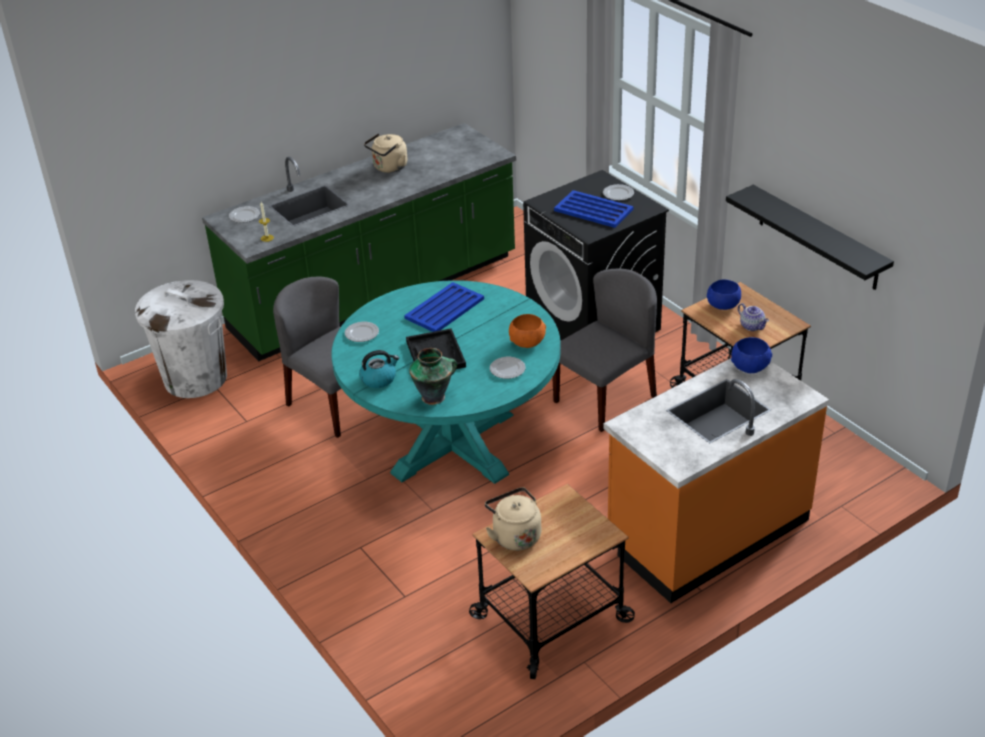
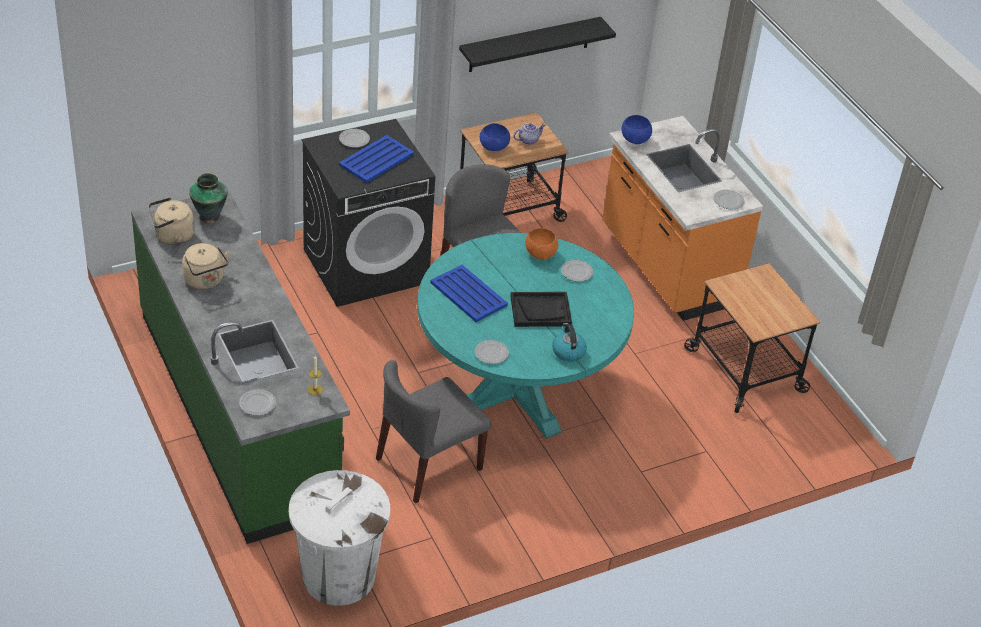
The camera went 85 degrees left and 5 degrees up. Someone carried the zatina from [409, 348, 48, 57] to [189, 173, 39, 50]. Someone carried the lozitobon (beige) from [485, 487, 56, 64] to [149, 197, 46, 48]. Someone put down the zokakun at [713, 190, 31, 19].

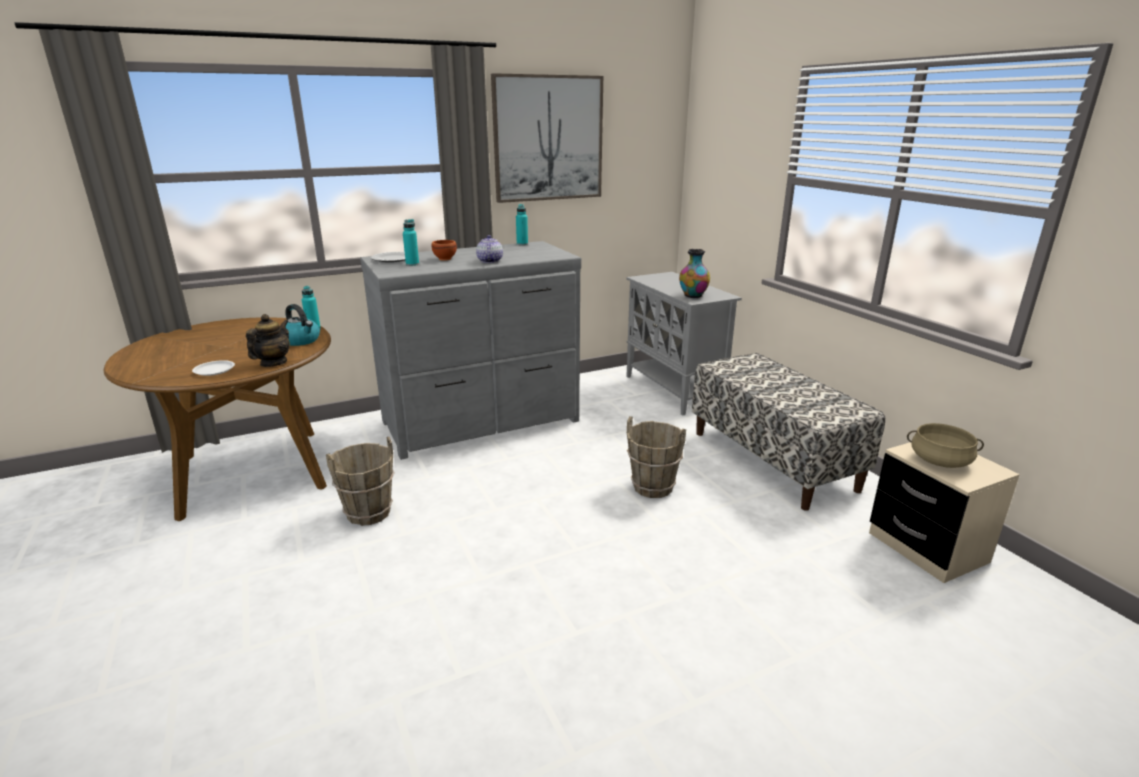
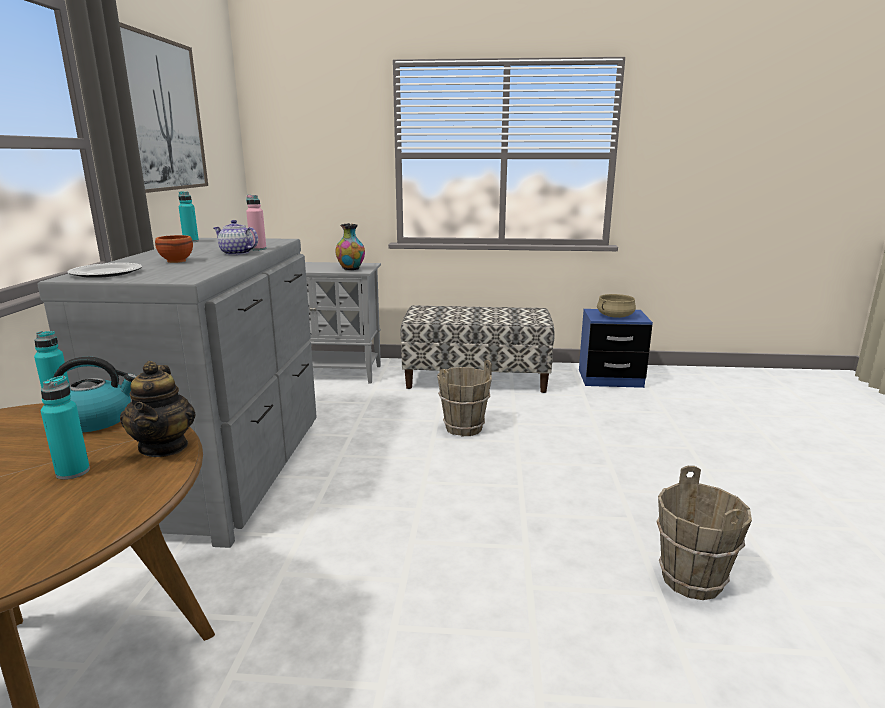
The camera went 60 degrees left and 5 degrees down. Someone took away the zokakun (white) at [192, 360, 43, 16]. Someone rotated the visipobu at [246, 314, 44, 53] by 150 degrees counterclockwise. Someone carried the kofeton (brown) from [326, 437, 69, 89] to [656, 466, 96, 134]. Someone carried the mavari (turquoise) from [403, 219, 16, 47] to [41, 376, 49, 104]. Someone repainted the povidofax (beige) at [869, 442, 151, 141], which became the povidofax (blue) at [579, 309, 74, 79]. Someone put down the mavari (pink) at [246, 195, 20, 55].

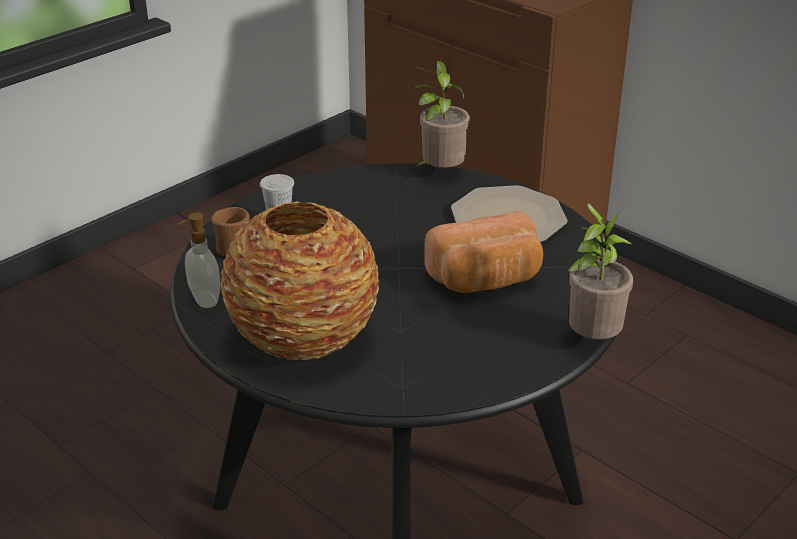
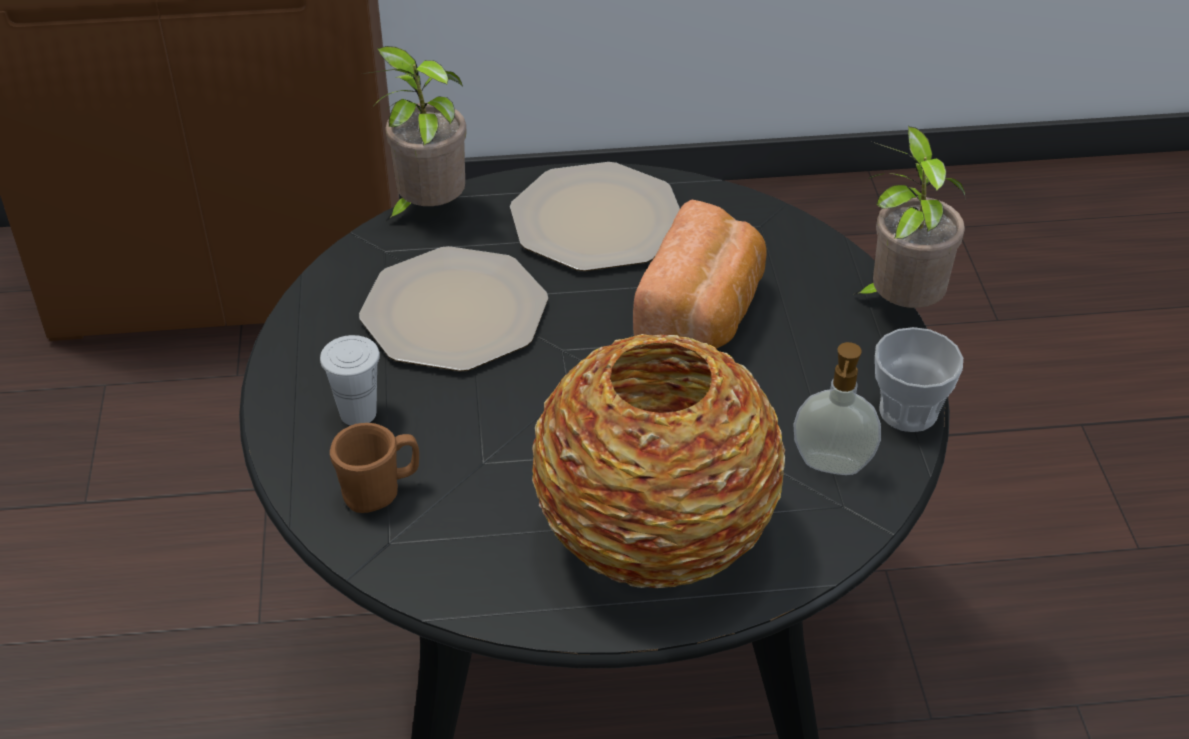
The camera went 50 degrees left and 10 degrees up. Someone carried the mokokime from [177, 212, 43, 96] to [794, 342, 87, 133]. Someone put down the zokakun at [359, 246, 189, 125]. Someone put down the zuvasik at [875, 327, 88, 105].

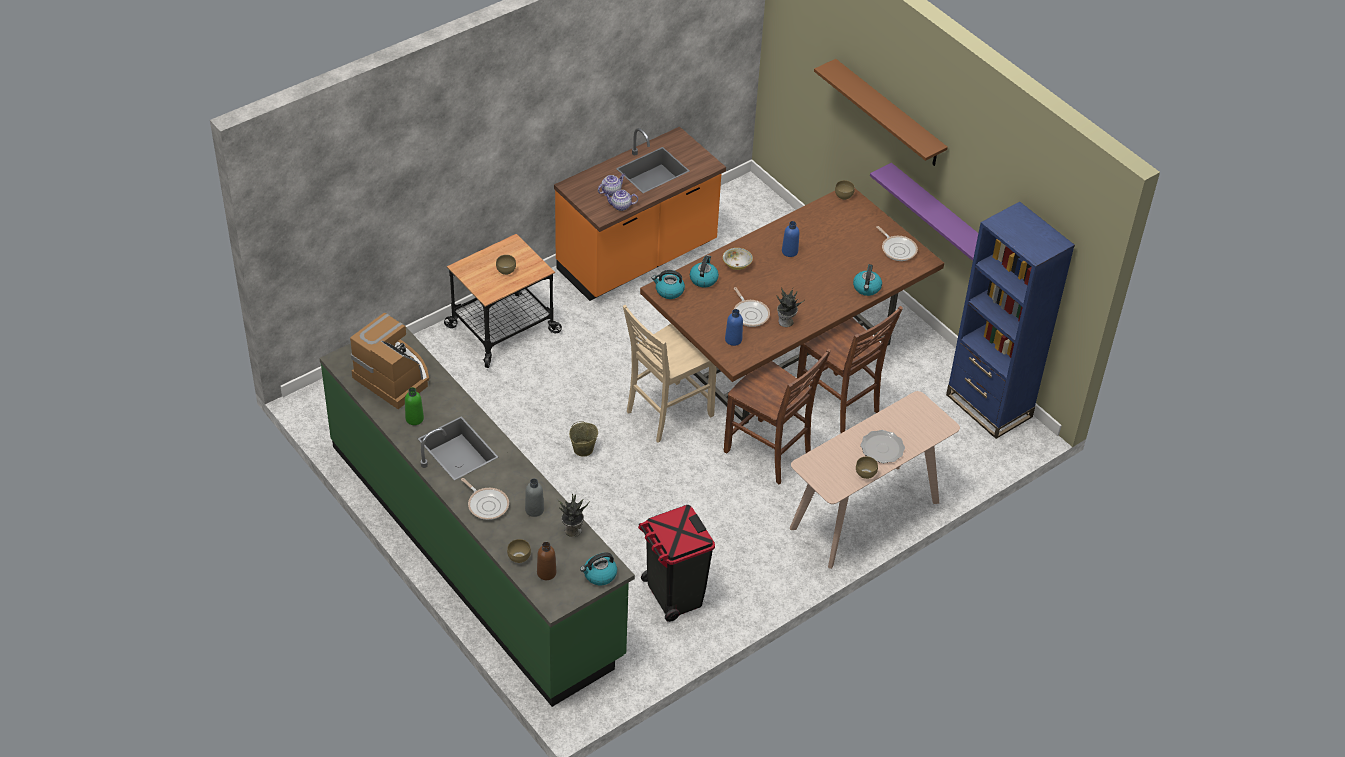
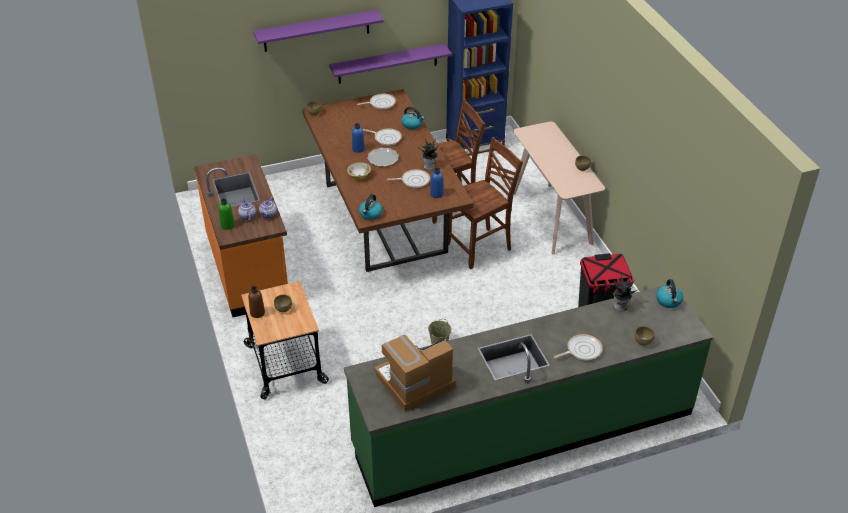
The camera went 70 degrees left and 5 degrees down. Someone carried the mavari (green) from [405, 387, 19, 38] to [219, 198, 16, 32]. Someone took away the mavari (grey) at [525, 478, 19, 39]. Someone carried the mavari (brown) from [537, 542, 19, 38] to [248, 286, 17, 32]. Someone took away the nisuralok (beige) at [623, 305, 94, 138]. Someone took away the lozitobon at [690, 255, 29, 32]. Someone repainted the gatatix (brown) at [814, 59, 134, 107], which became the gatatix (purple) at [253, 10, 131, 42]. Someone carried the zokakun from [861, 430, 44, 33] to [367, 148, 32, 19]. Someone put down the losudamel at [363, 128, 39, 18].

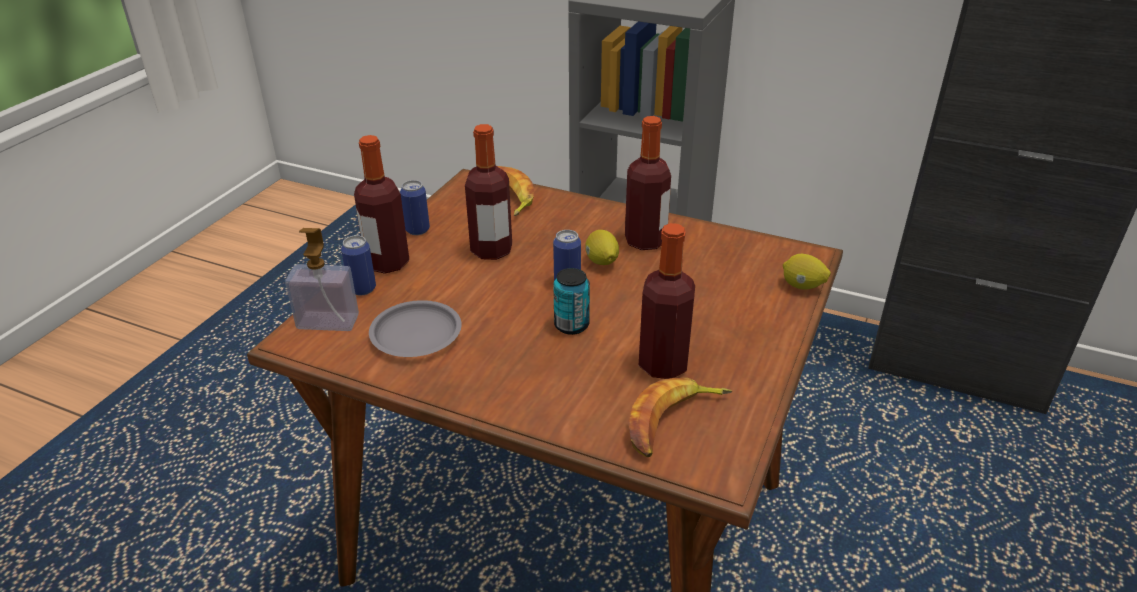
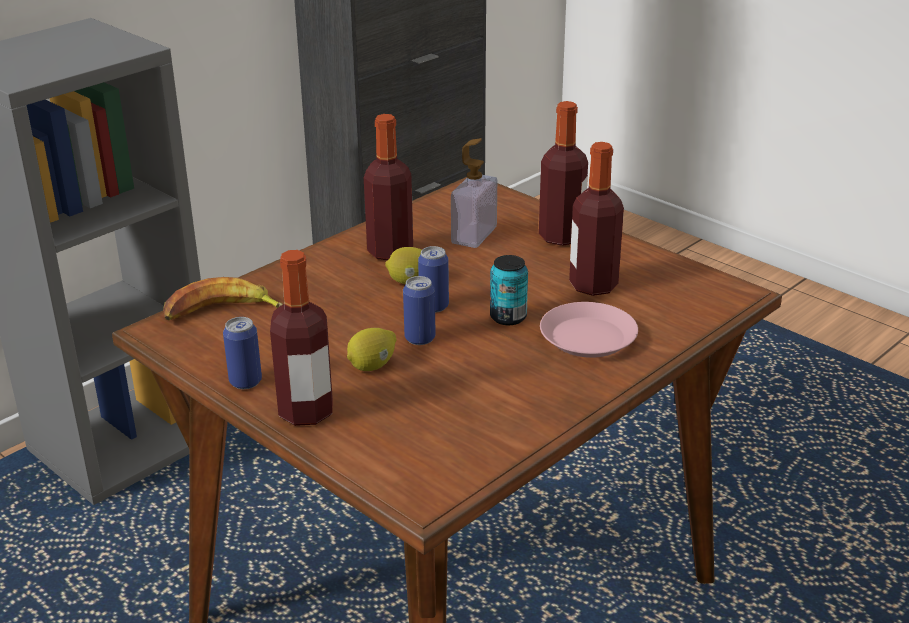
The camera went 70 degrees left and 5 degrees down. Someone carried the mokokime from [285, 228, 74, 103] to [451, 138, 46, 110]. Someone carried the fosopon from [341, 235, 35, 61] to [403, 276, 33, 69]. Someone took away the zokakun (grey) at [369, 300, 93, 57]. Someone carried the mavari from [465, 124, 47, 136] to [539, 101, 49, 145]. Someone took away the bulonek at [628, 378, 105, 79]. Someone carried the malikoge from [783, 254, 48, 36] to [347, 328, 50, 43]. Someone put down the zokakun (pink) at [540, 302, 98, 56].

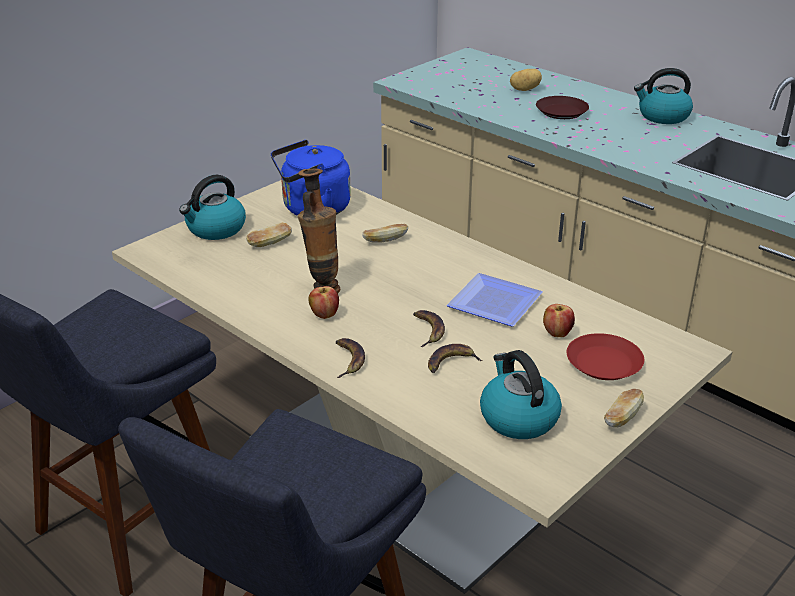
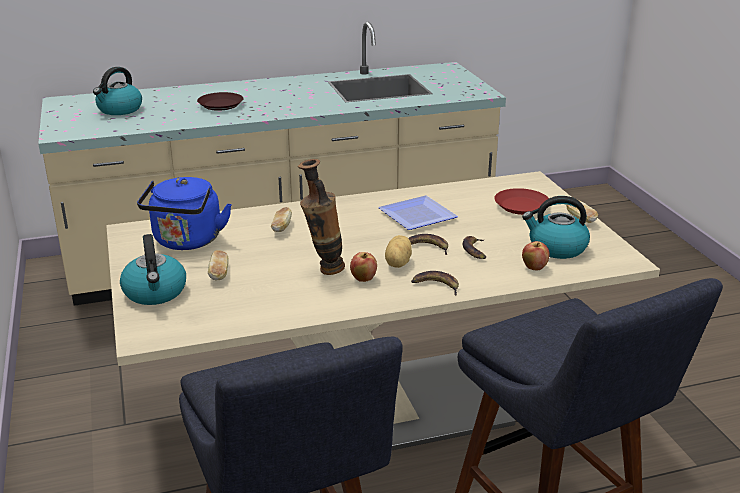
The camera went 60 degrees left and 5 degrees down. Someone carried the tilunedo from [510, 69, 32, 22] to [385, 235, 27, 33]. Someone carried the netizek from [543, 304, 32, 33] to [522, 241, 28, 29]. Someone carried the lozitobon from [634, 68, 59, 56] to [93, 67, 49, 48].

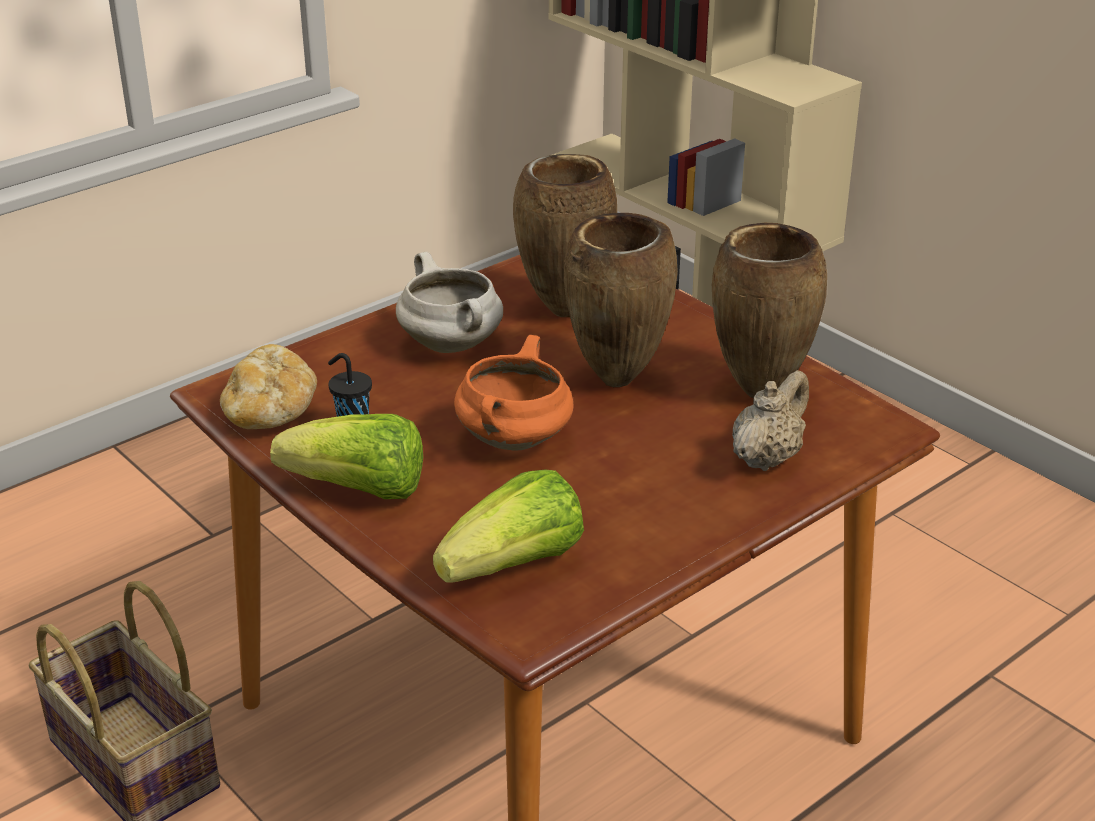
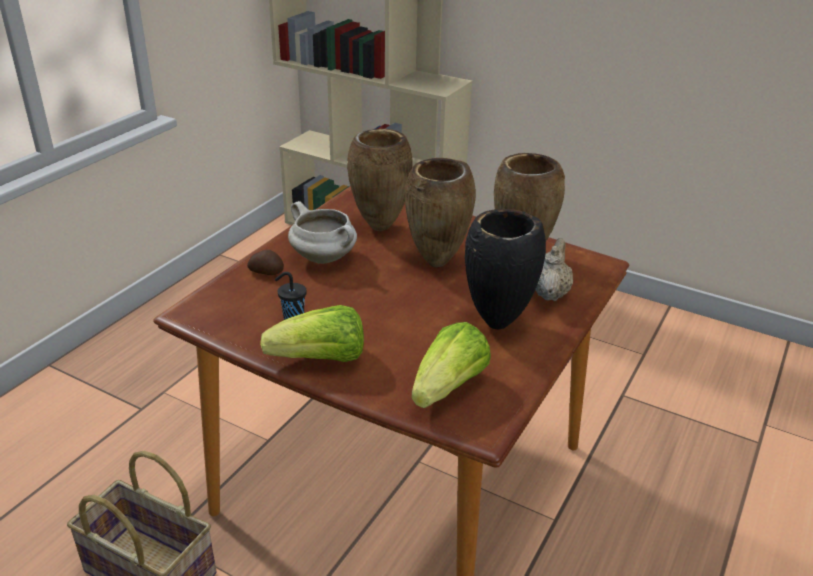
The camera went 20 degrees left and 0 degrees up. Someone took away the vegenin at [220, 344, 97, 85]. Someone took away the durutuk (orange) at [454, 335, 120, 116]. Someone put down the tilunedo at [247, 249, 37, 26]. Someone put down the zatina (black) at [465, 209, 81, 120].

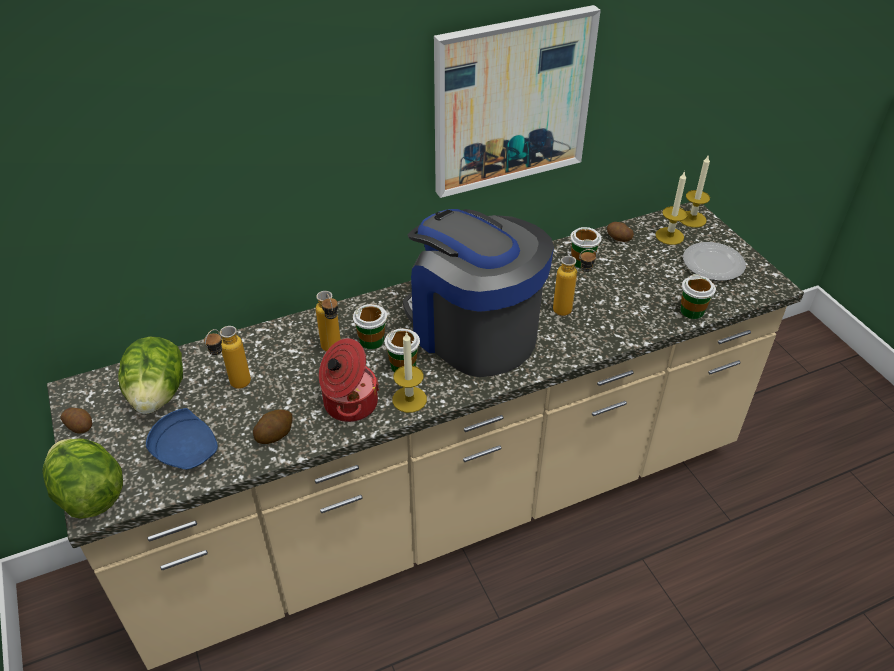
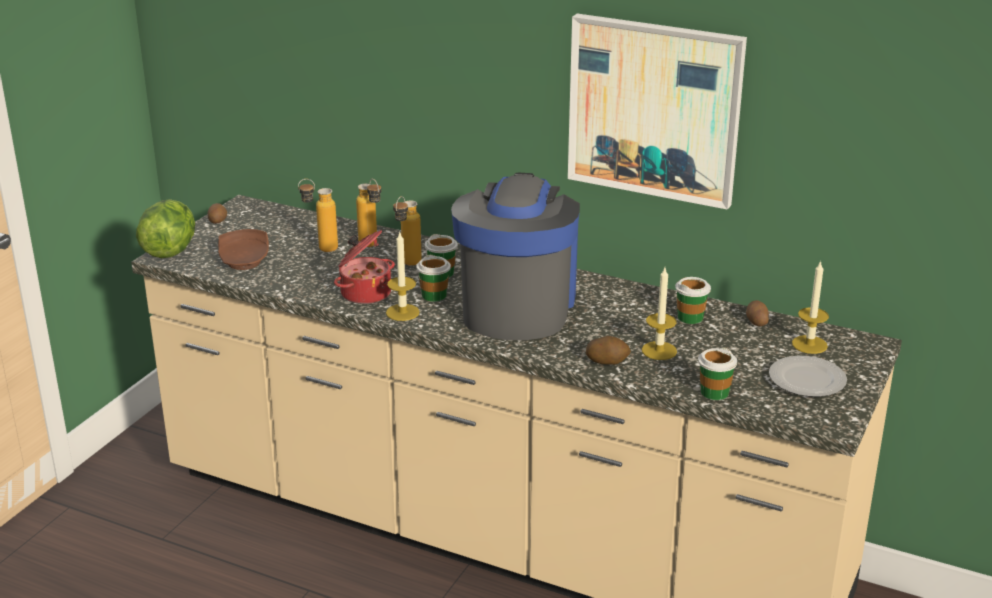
The camera went 50 degrees right and 15 degrees down. Someone took away the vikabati at [118, 337, 65, 77]. Someone repainted the zokakun (blue) at [146, 408, 72, 62], which became the zokakun (brown) at [218, 229, 51, 41]. Someone carried the tilunedo from [253, 409, 40, 35] to [586, 336, 45, 29]. Someone carried the mavari from [553, 249, 44, 67] to [356, 179, 25, 68]. Someone carried the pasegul from [680, 154, 30, 74] to [642, 268, 35, 92].

